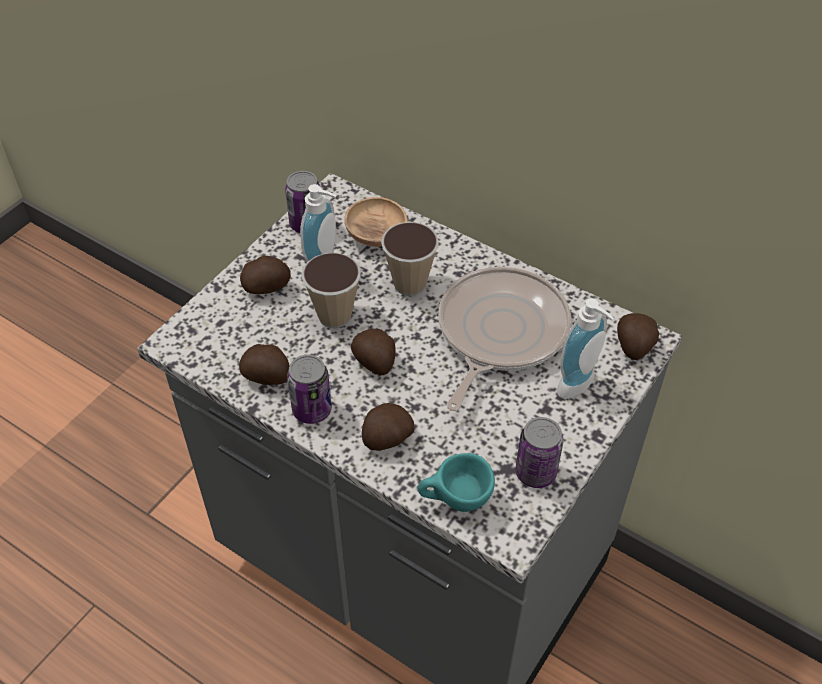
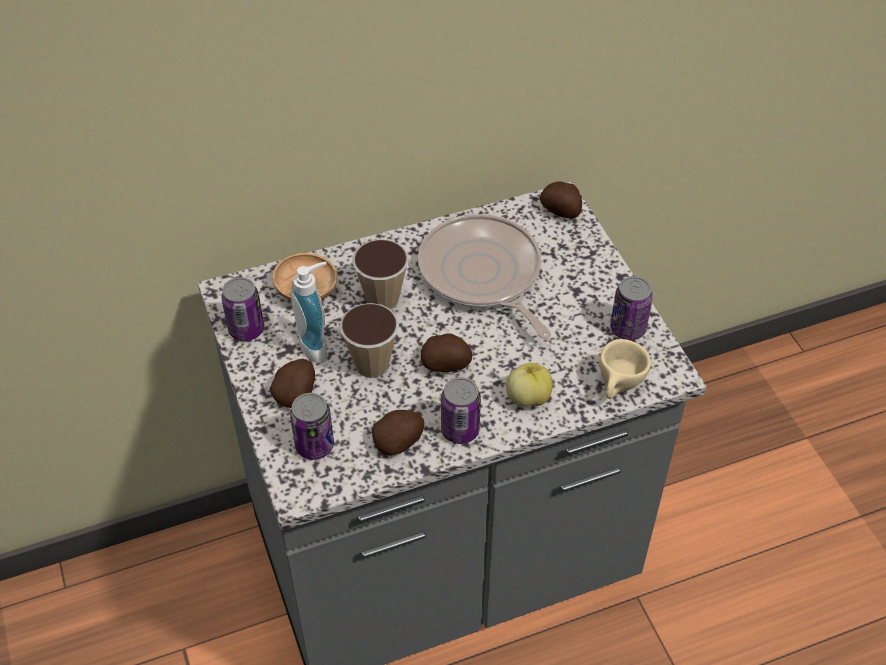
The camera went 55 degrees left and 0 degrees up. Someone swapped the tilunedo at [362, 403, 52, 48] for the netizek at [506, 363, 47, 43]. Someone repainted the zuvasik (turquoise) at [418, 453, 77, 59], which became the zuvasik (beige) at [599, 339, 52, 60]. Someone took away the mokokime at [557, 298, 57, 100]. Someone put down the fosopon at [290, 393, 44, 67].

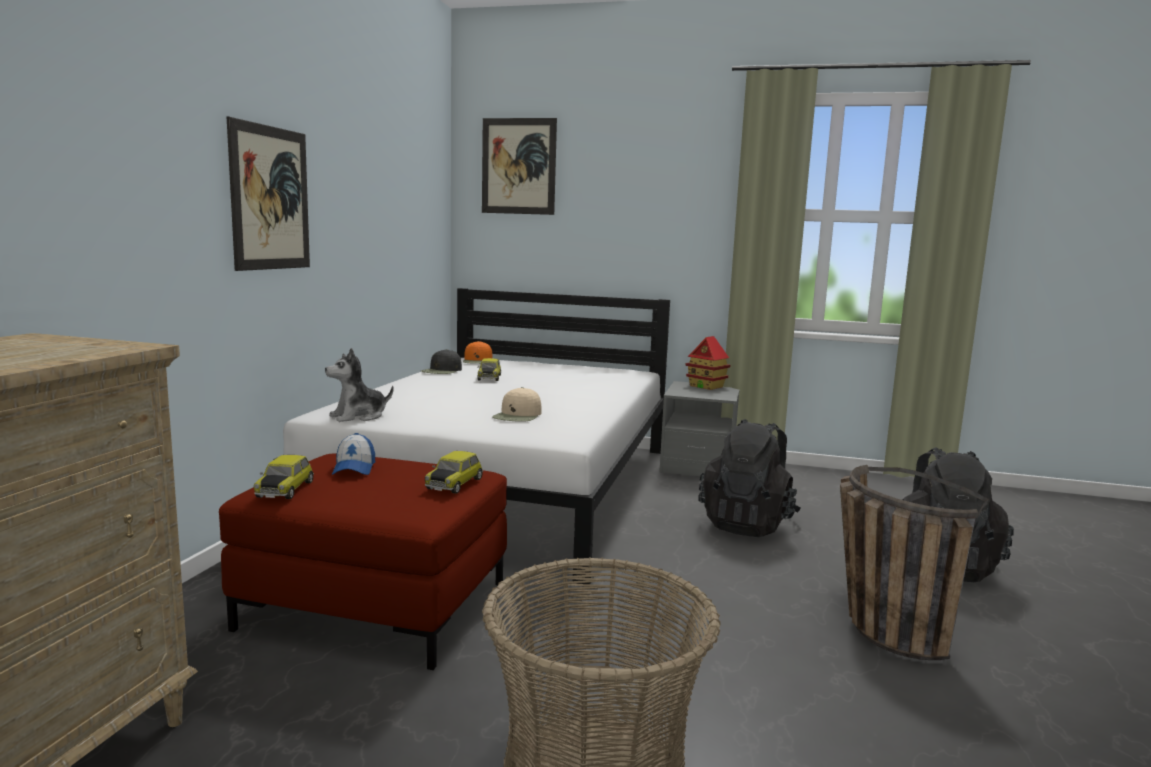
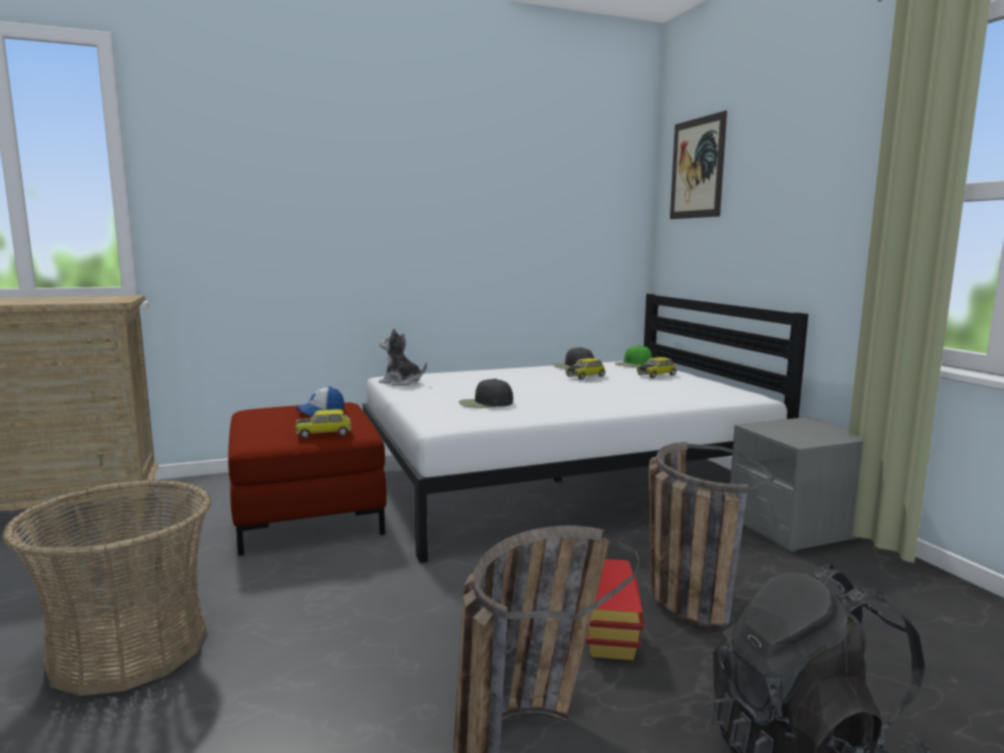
The camera went 55 degrees right and 0 degrees up. Someone took away the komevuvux at [227, 117, 83, 154]. Someone carried the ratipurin from [254, 455, 60, 44] to [637, 357, 39, 21]. Someone repainted the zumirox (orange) at [463, 341, 29, 23], which became the zumirox (green) at [614, 345, 38, 22]. Someone repainted the zumirox (beige) at [492, 387, 50, 35], which became the zumirox (black) at [459, 378, 54, 30]. Someone carried the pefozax from [685, 336, 45, 54] to [586, 559, 58, 101]. Someone swapped the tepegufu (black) at [698, 419, 103, 118] for the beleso at [649, 442, 125, 187].

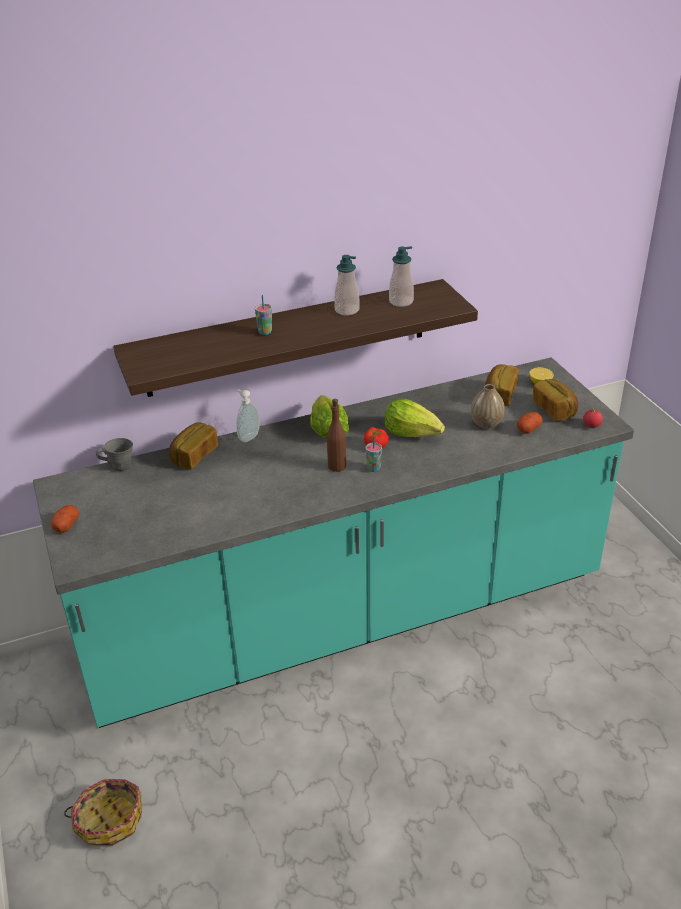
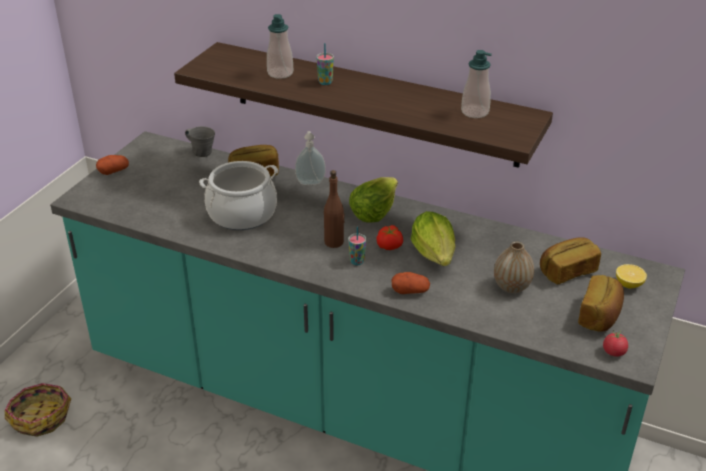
The camera went 45 degrees right and 0 degrees up. Someone carried the mokokime from [334, 255, 26, 60] to [267, 14, 26, 65]. Someone carried the tilunedo from [517, 412, 26, 22] to [392, 272, 38, 22]. Someone put down the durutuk at [199, 161, 79, 69].

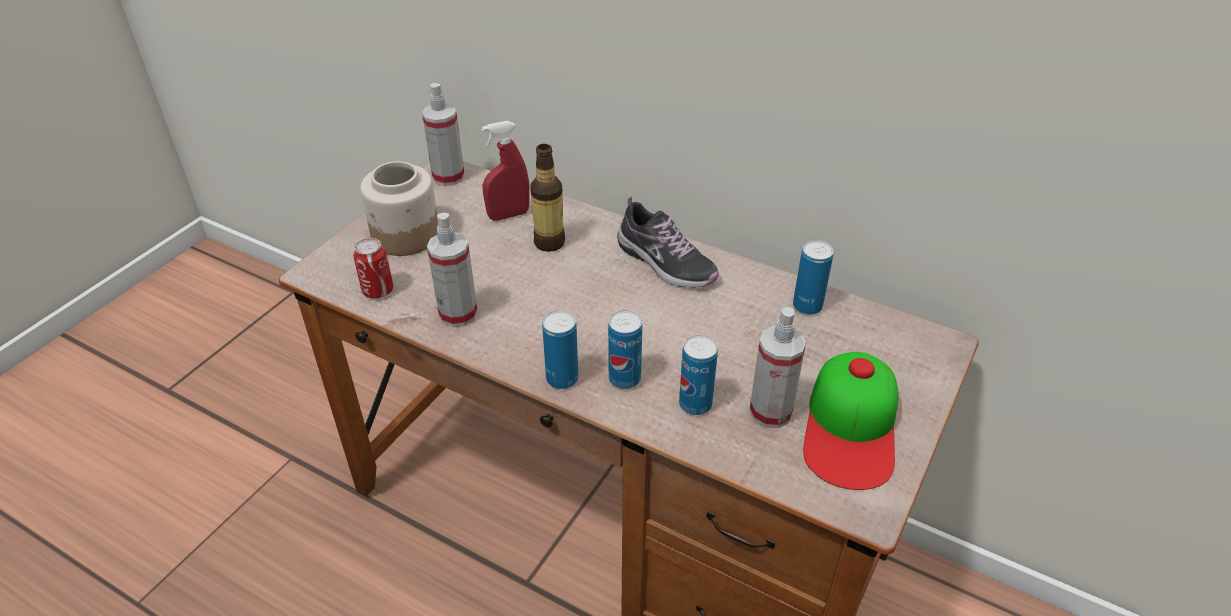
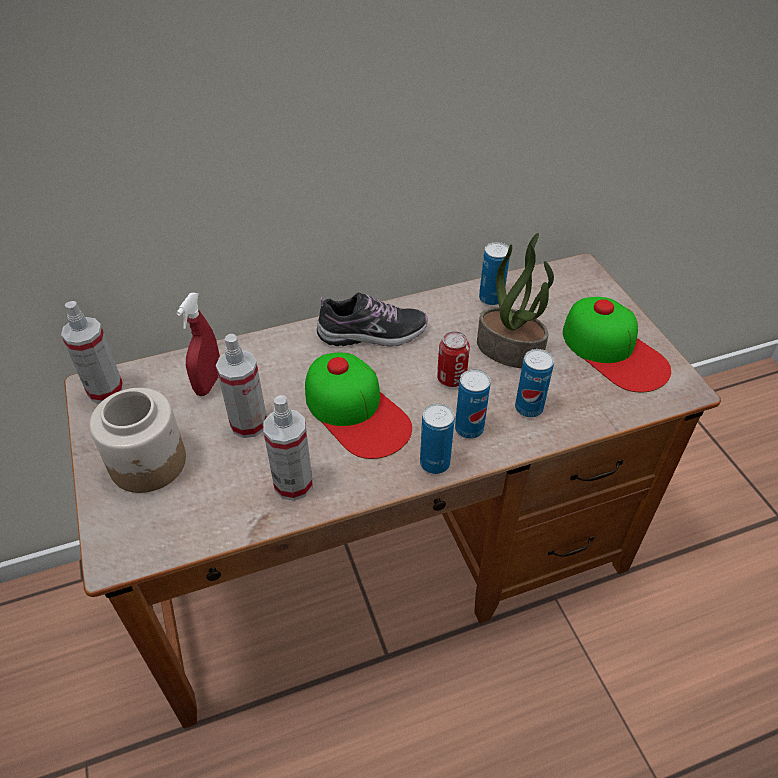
The camera went 50 degrees left and 5 degrees up. Someone carried the fosopon from [353, 238, 40, 61] to [437, 331, 33, 56]. Someone took away the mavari at [530, 144, 35, 108]. Someone carried the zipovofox from [749, 307, 57, 121] to [216, 334, 51, 104]. Someone put down the zumirox at [305, 353, 107, 106]. Someone put down the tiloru at [477, 233, 77, 135].

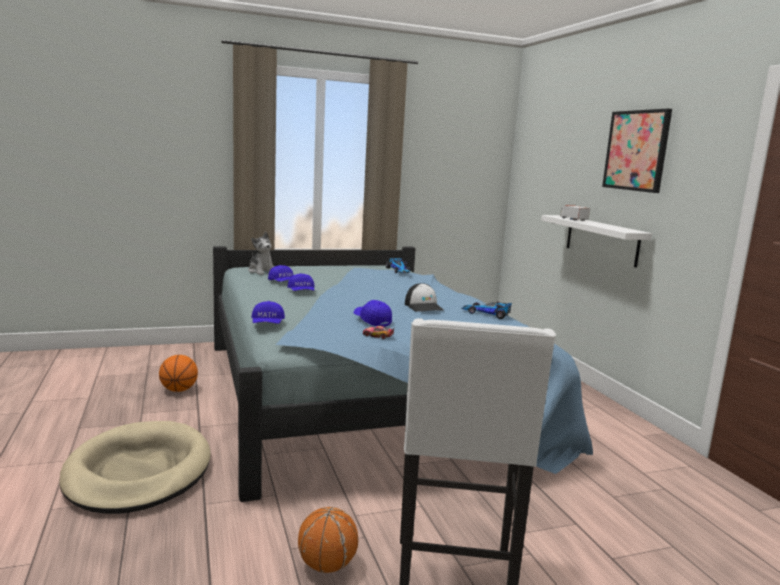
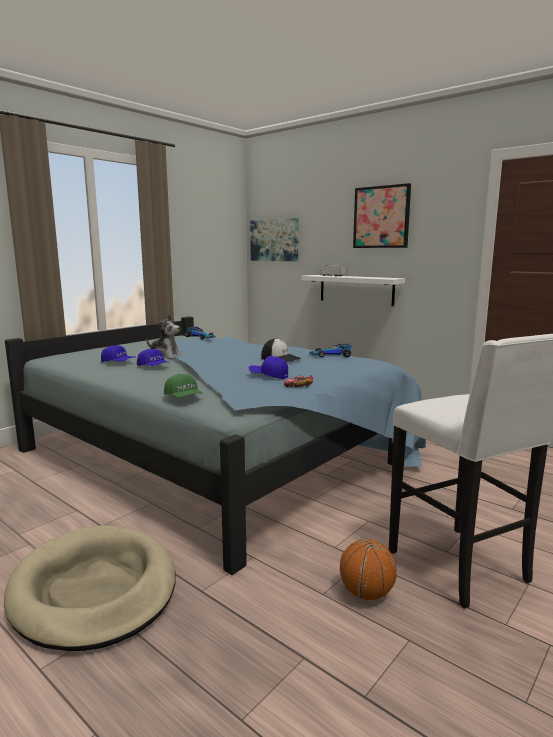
The camera went 30 degrees left and 0 degrees up. Someone took away the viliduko at [159, 355, 39, 37]. Someone carried the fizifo from [248, 232, 25, 43] to [146, 314, 37, 45]. Someone repainted the zumirox (blue) at [251, 301, 34, 23], which became the zumirox (green) at [164, 374, 38, 24]. Someone put up the komevuvux at [250, 218, 49, 43].

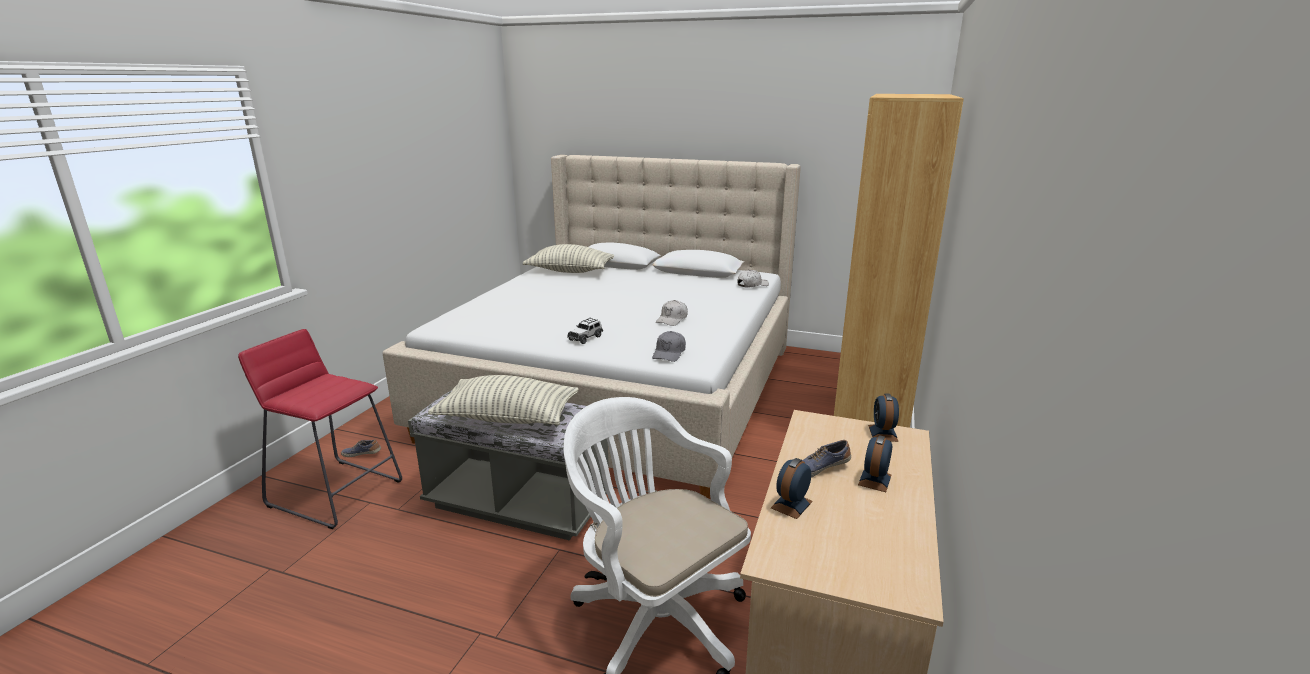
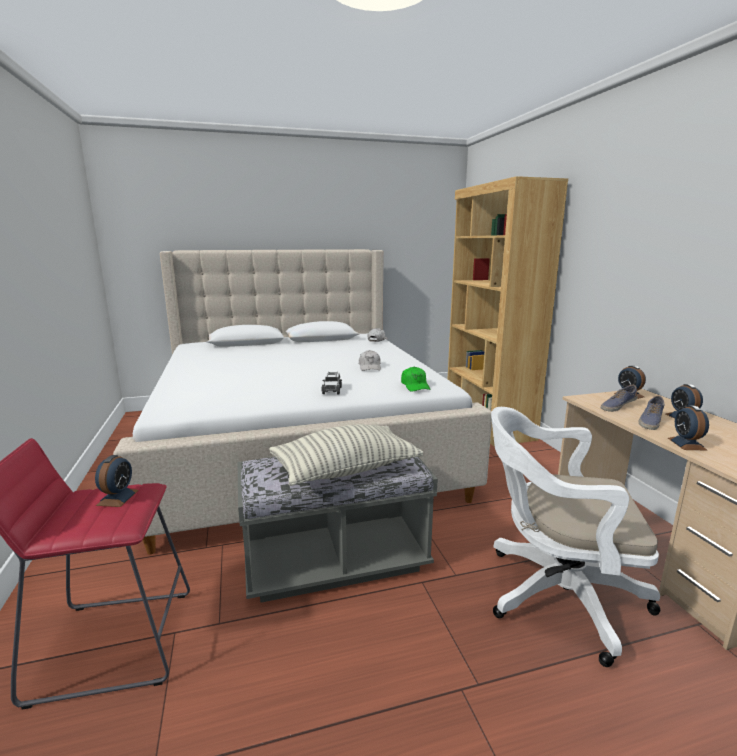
The camera went 35 degrees left and 5 degrees down. Someone carried the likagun from [341, 439, 40, 18] to [601, 385, 37, 27]. Someone took away the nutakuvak at [522, 244, 92, 29]. Someone repainted the zumirox (grey) at [652, 331, 34, 31], which became the zumirox (green) at [401, 367, 30, 25]. Someone put down the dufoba at [95, 455, 44, 52].

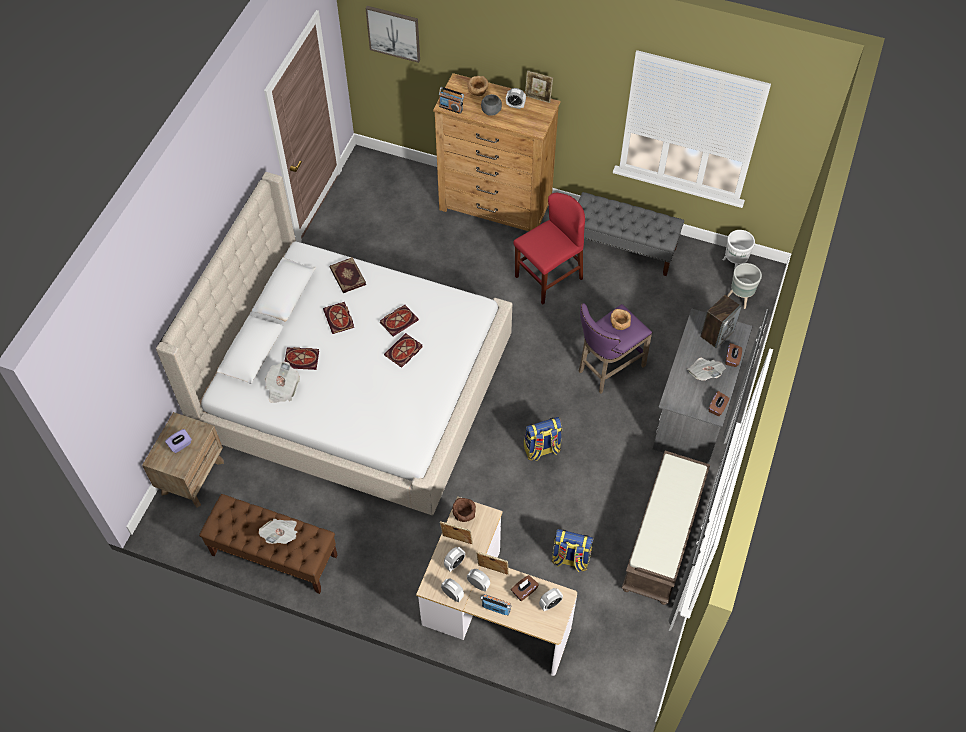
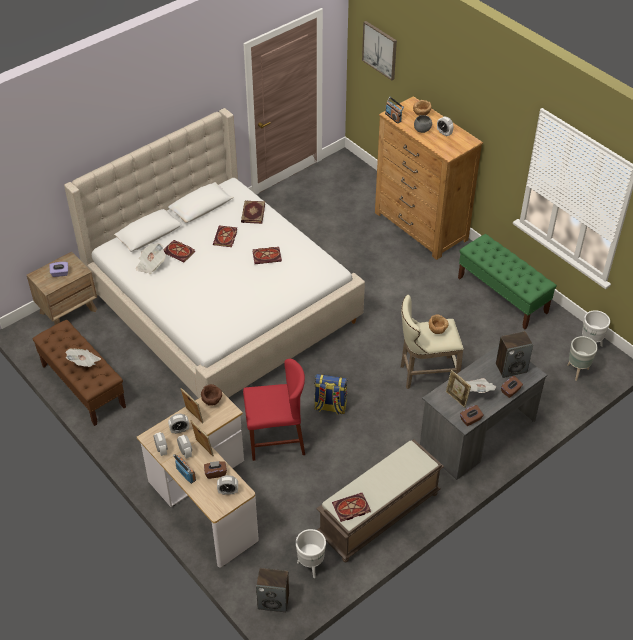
The camera went 30 degrees right and 10 degrees down. Someone carried the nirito from [384, 333, 39, 35] to [332, 493, 39, 29]. Someone carried the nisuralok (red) from [513, 193, 72, 111] to [243, 359, 62, 102]. Someone carried the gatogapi from [525, 71, 28, 32] to [446, 370, 25, 38]. Someone took away the tepegufu at [551, 529, 43, 43]. Someone repainted the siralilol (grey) at [578, 192, 106, 84], which became the siralilol (green) at [458, 234, 99, 95]. Someone repainted the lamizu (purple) at [579, 303, 73, 91], which became the lamizu (beige) at [401, 295, 63, 94]. Someone put down the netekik at [256, 568, 33, 44]. Someone put down the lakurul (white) at [296, 529, 30, 49].

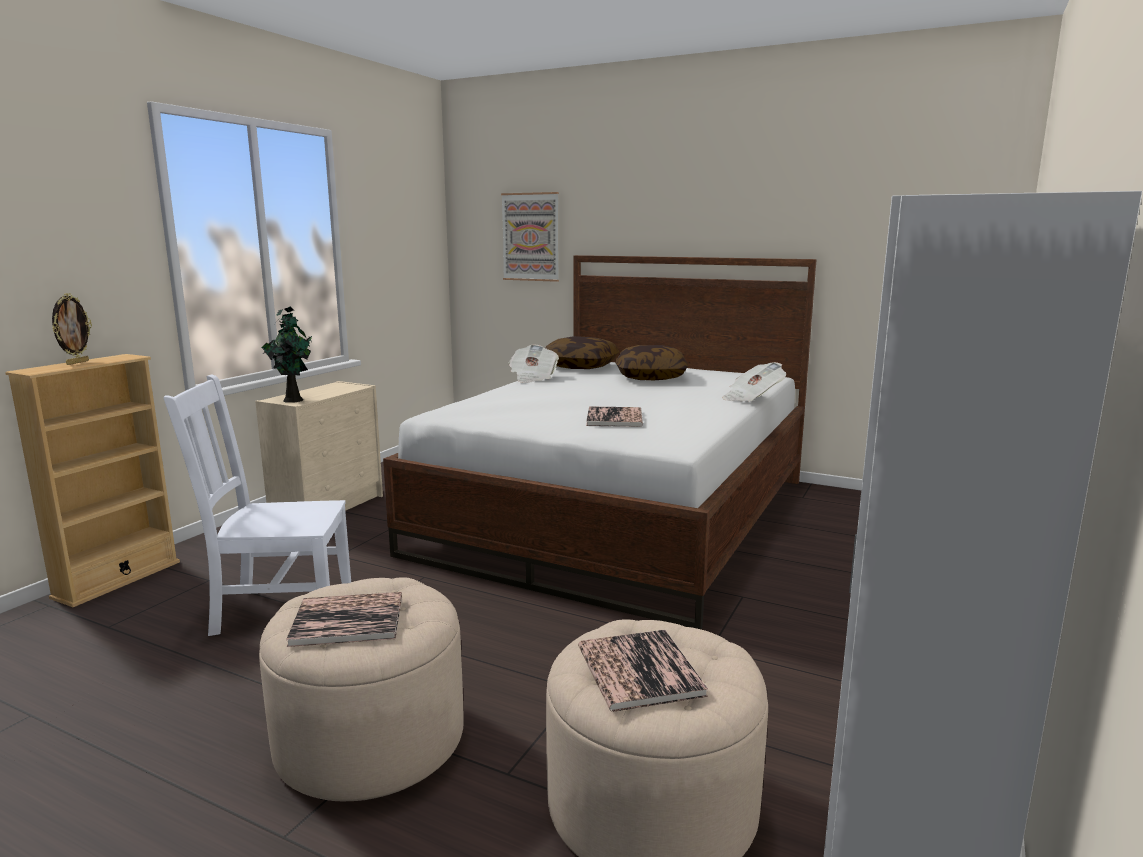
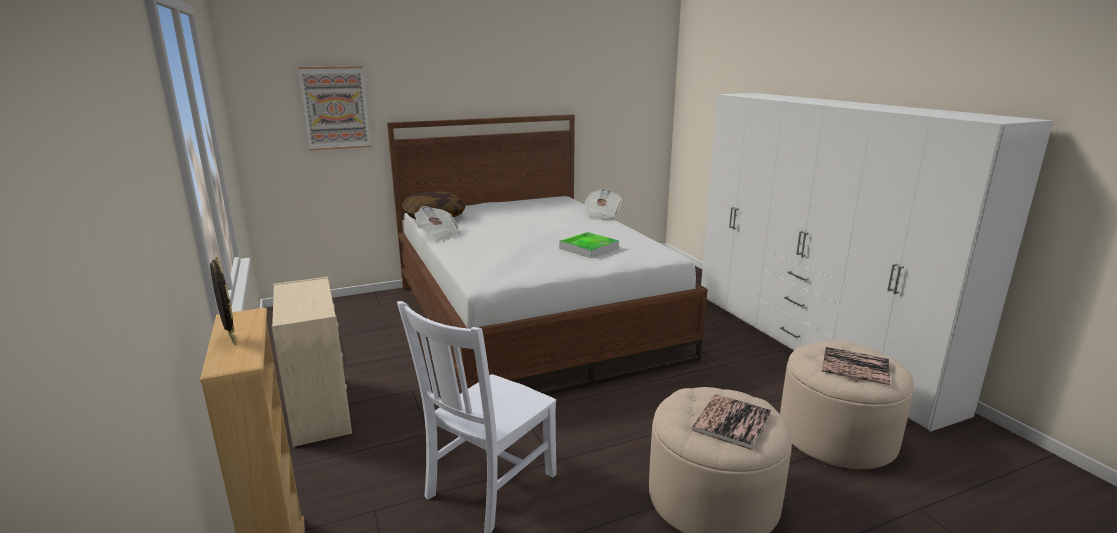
The camera went 50 degrees left and 5 degrees up. Someone took away the tiloru at [262, 306, 50, 97]. Someone swapped the nirito at [586, 406, 57, 21] for the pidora at [559, 232, 60, 26]. Someone took away the nutakuvak at [615, 345, 73, 35].

